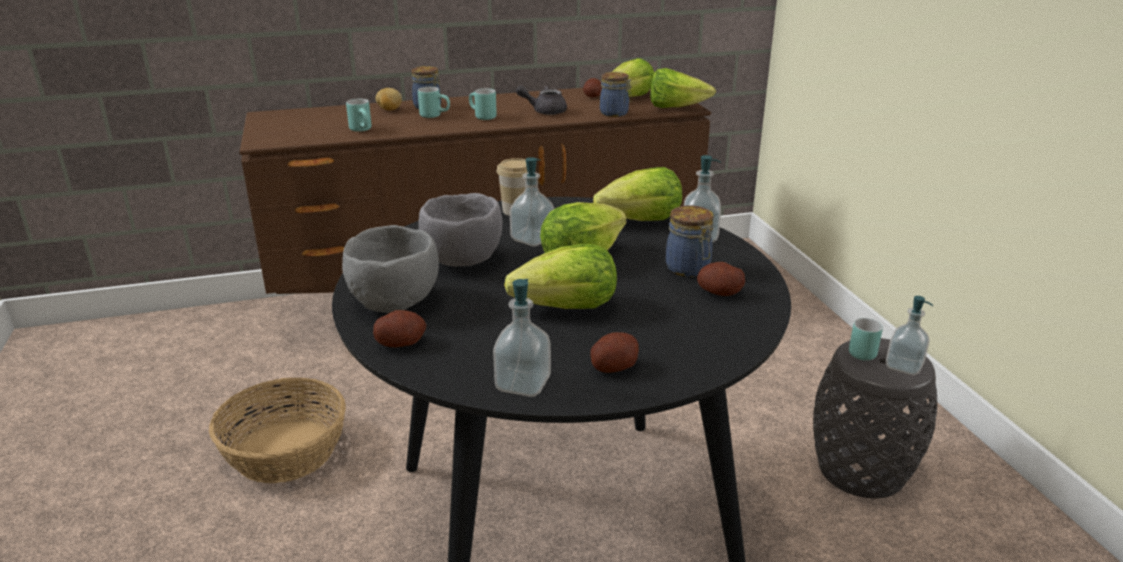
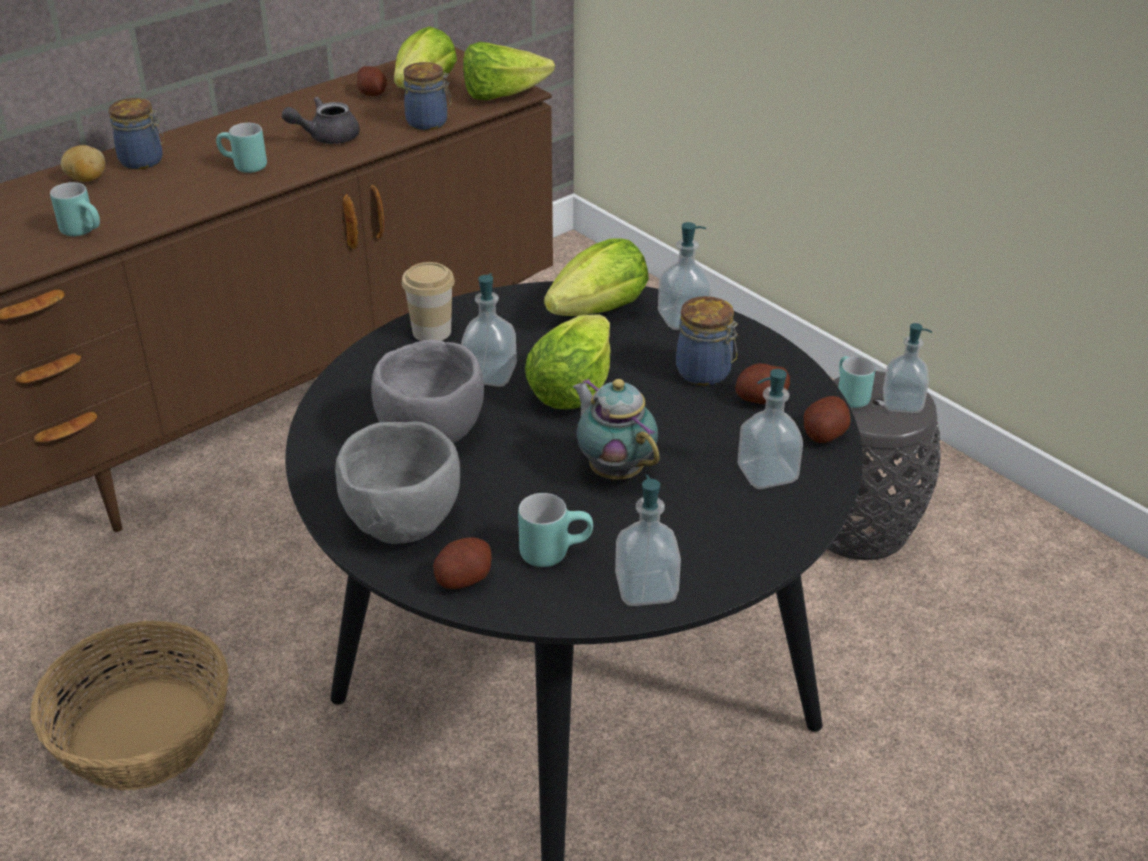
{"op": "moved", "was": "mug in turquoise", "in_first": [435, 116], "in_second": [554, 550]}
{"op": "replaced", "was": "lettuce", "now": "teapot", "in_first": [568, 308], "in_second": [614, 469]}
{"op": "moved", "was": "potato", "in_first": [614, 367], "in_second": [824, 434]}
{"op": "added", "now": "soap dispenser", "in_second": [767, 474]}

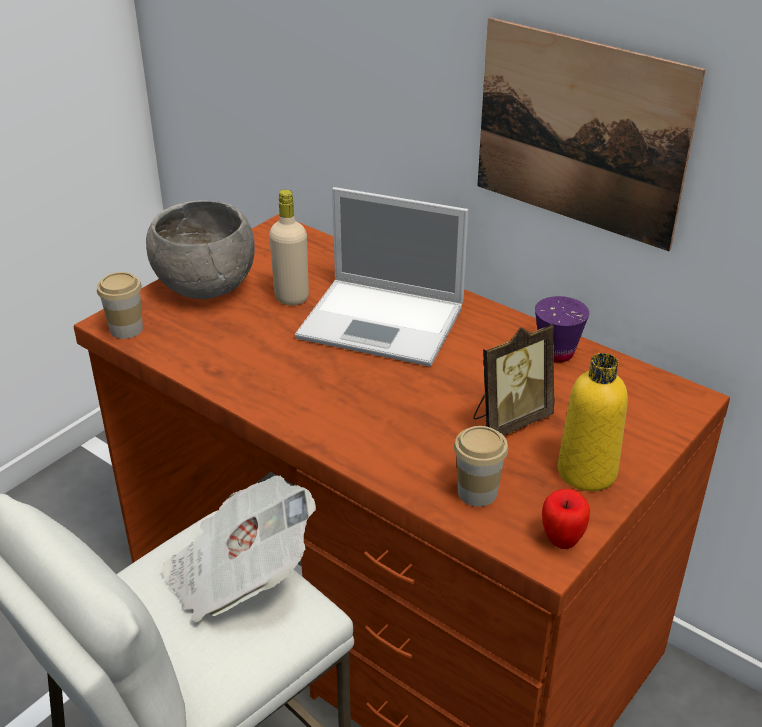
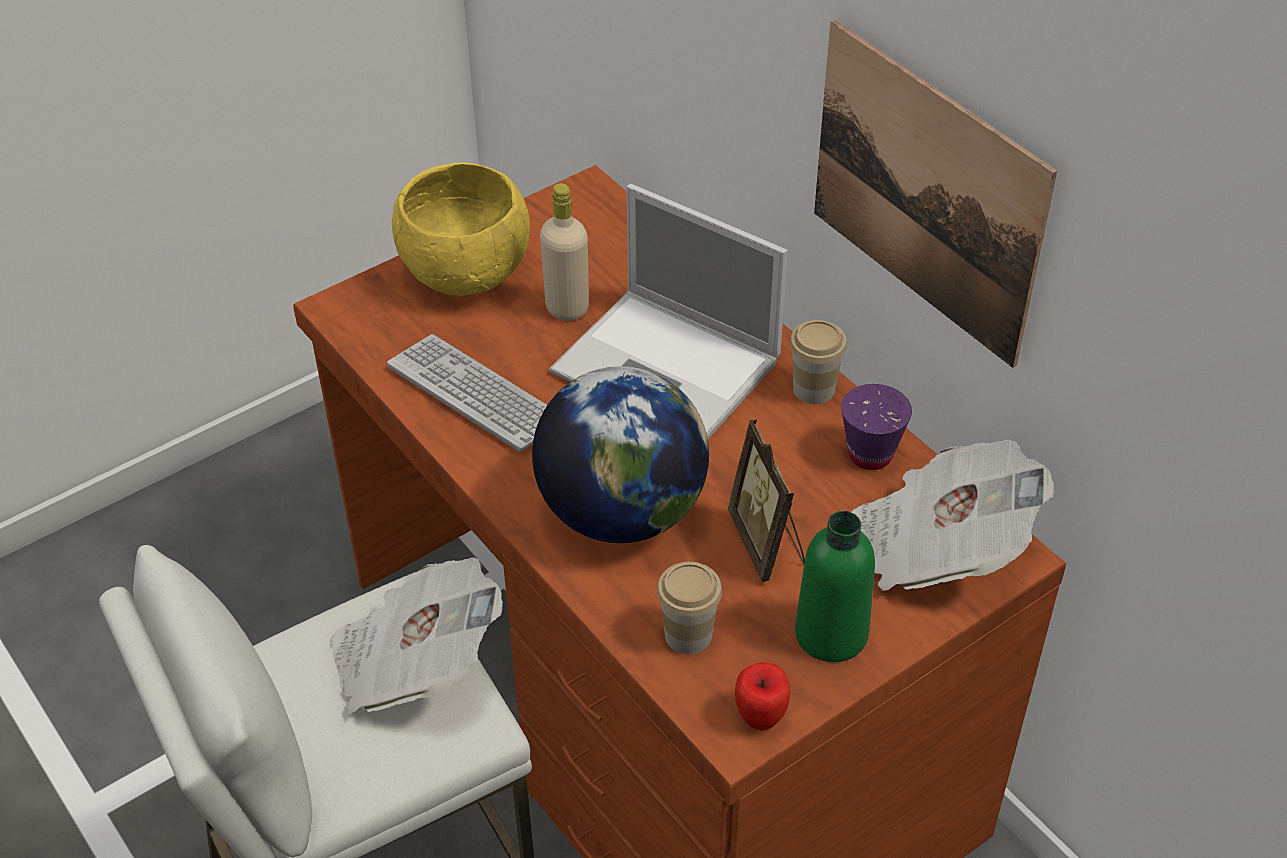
{"op": "moved", "was": "cup", "in_first": [126, 329], "in_second": [813, 389]}
{"op": "recoloured", "was": "bowl in grey", "now": "bowl in yellow", "in_first": [204, 288], "in_second": [464, 274]}
{"op": "turned", "was": "picture frame", "in_first": [509, 420], "in_second": [768, 543], "clockwise": 90}
{"op": "recoloured", "was": "bottle in yellow", "now": "bottle in green", "in_first": [587, 472], "in_second": [831, 634]}
{"op": "added", "now": "keyboard", "in_second": [475, 394]}
{"op": "added", "now": "globe", "in_second": [621, 512]}
{"op": "added", "now": "newspaper", "in_second": [939, 546]}

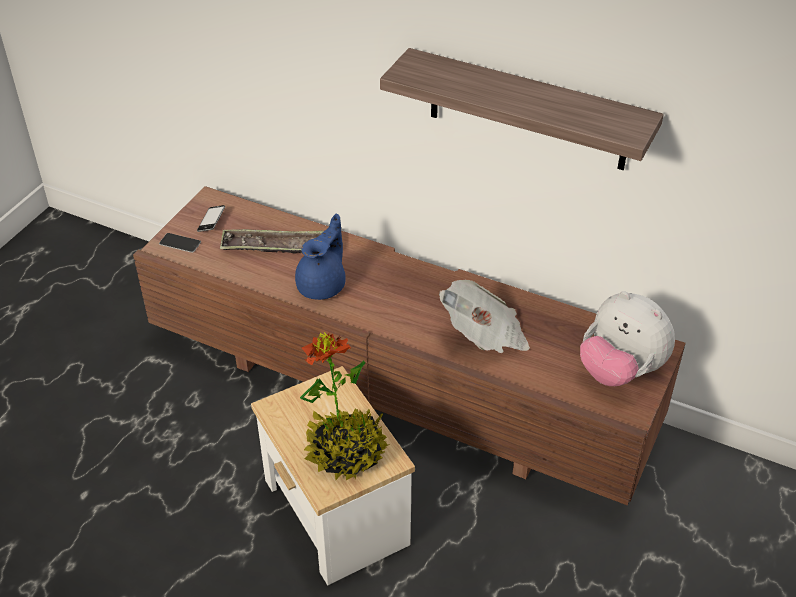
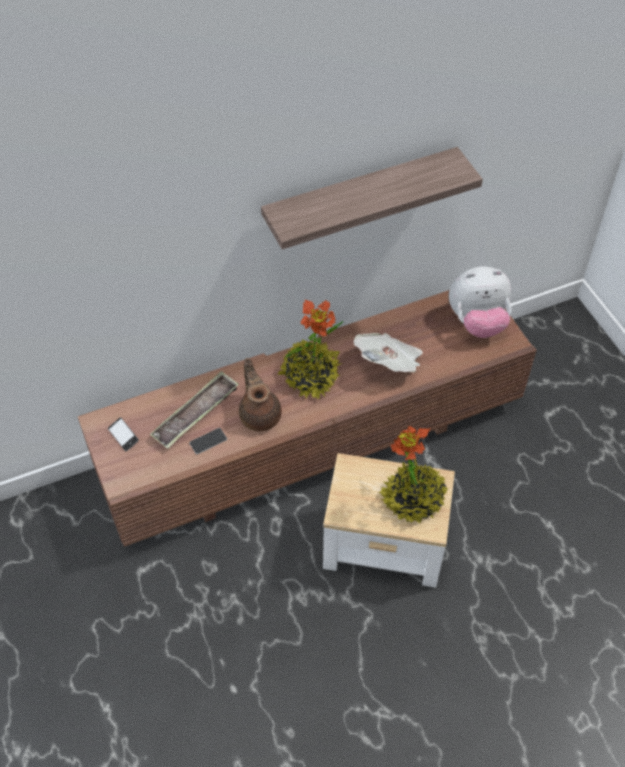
{"op": "moved", "was": "phone", "in_first": [180, 243], "in_second": [208, 441]}
{"op": "recoloured", "was": "teapot in blue", "now": "teapot in brown", "in_first": [323, 285], "in_second": [260, 414]}
{"op": "added", "now": "potted plant", "in_second": [310, 376]}

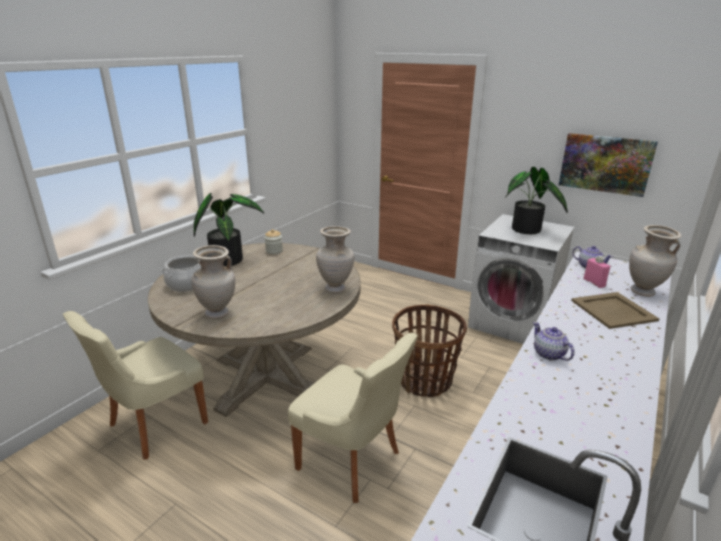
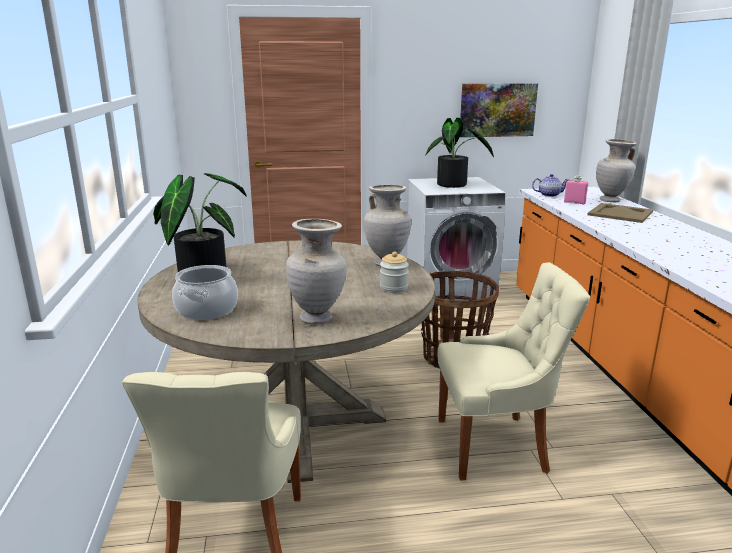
{"op": "moved", "was": "jar", "in_first": [274, 251], "in_second": [393, 288]}
{"op": "removed", "was": "teapot", "in_first": [549, 354]}

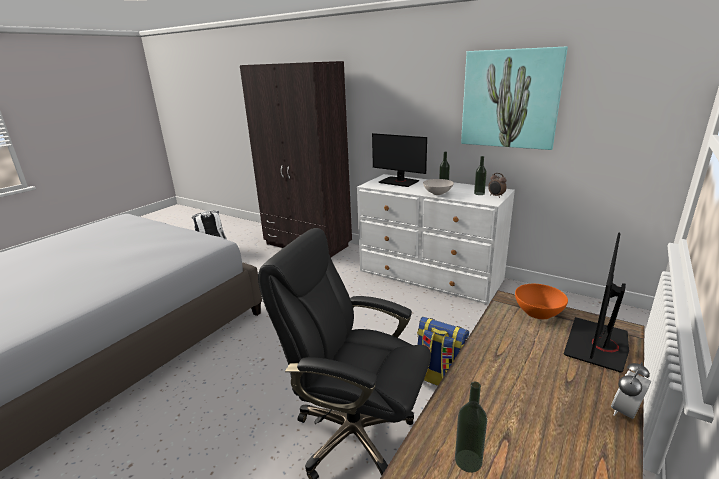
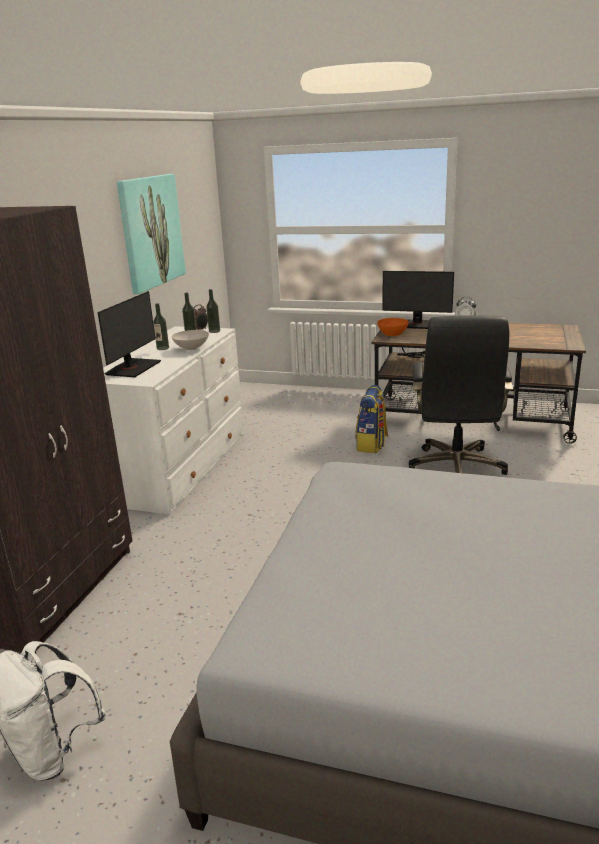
{"op": "moved", "was": "bottle", "in_first": [468, 460], "in_second": [214, 331]}

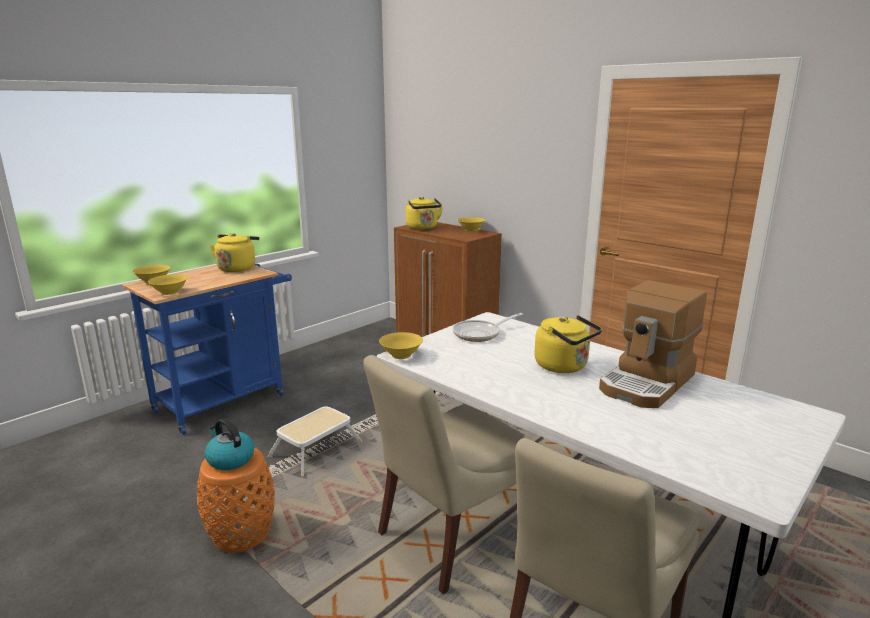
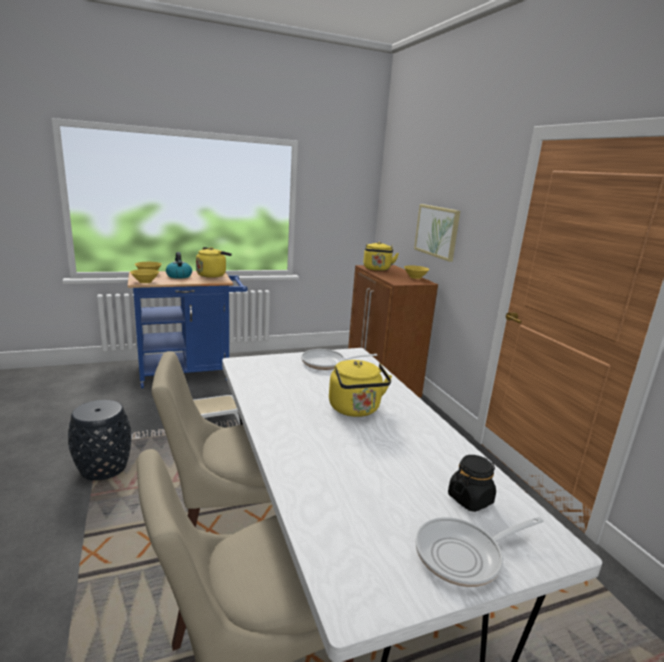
{"op": "recoloured", "was": "stool in orange", "now": "stool in black", "in_first": [241, 534], "in_second": [104, 468]}
{"op": "moved", "was": "kettle", "in_first": [230, 459], "in_second": [179, 276]}
{"op": "removed", "was": "bowl in yellow", "in_first": [401, 355]}
{"op": "removed", "was": "coffee machine", "in_first": [648, 383]}
{"op": "added", "now": "picture", "in_second": [437, 231]}
{"op": "added", "now": "frying pan", "in_second": [464, 555]}
{"op": "added", "now": "jar in black", "in_second": [470, 499]}

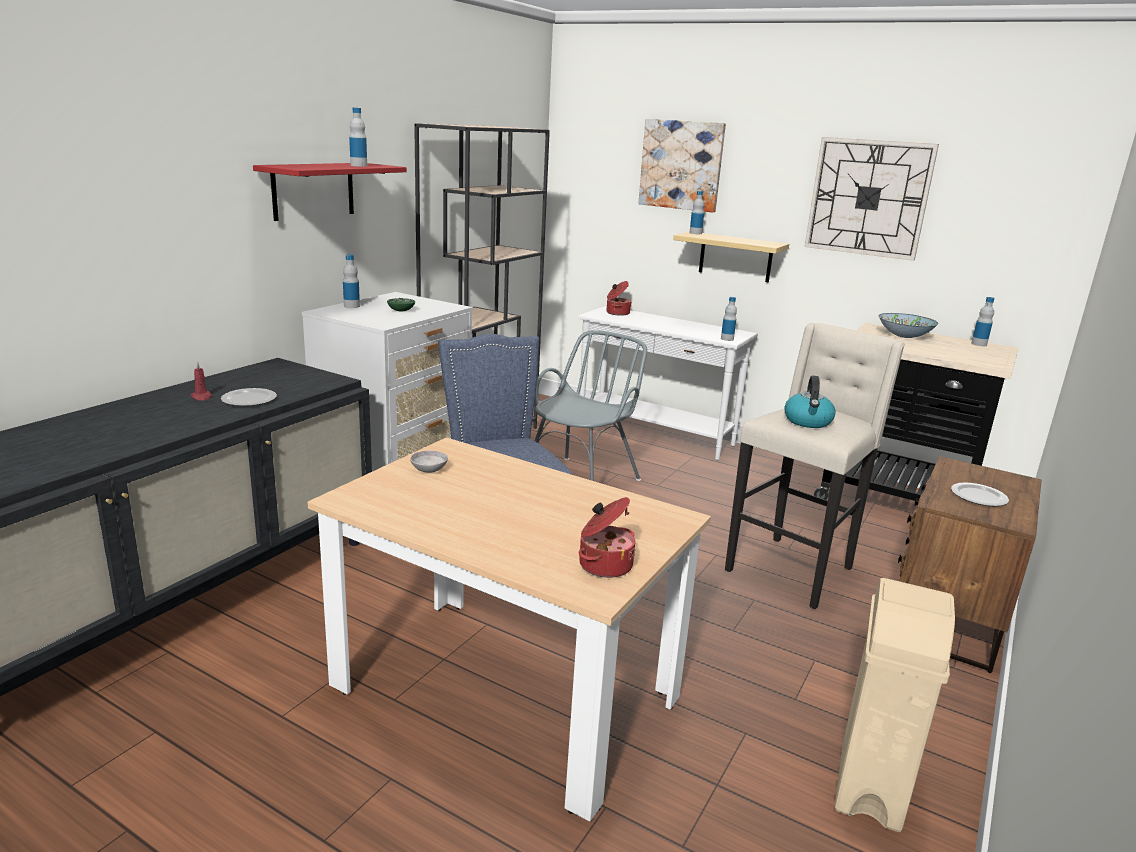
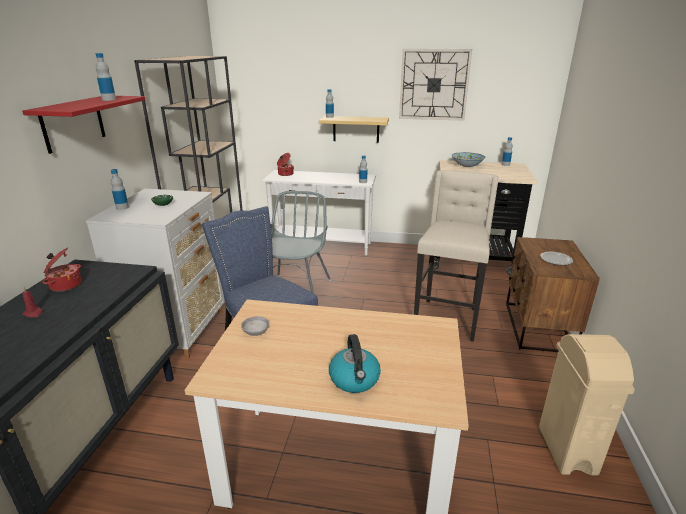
{"op": "removed", "was": "plate", "in_first": [249, 400]}
{"op": "moved", "was": "cooking pot", "in_first": [604, 564], "in_second": [65, 285]}
{"op": "removed", "was": "picture", "in_first": [681, 165]}
{"op": "moved", "was": "kettle", "in_first": [808, 421], "in_second": [355, 379]}

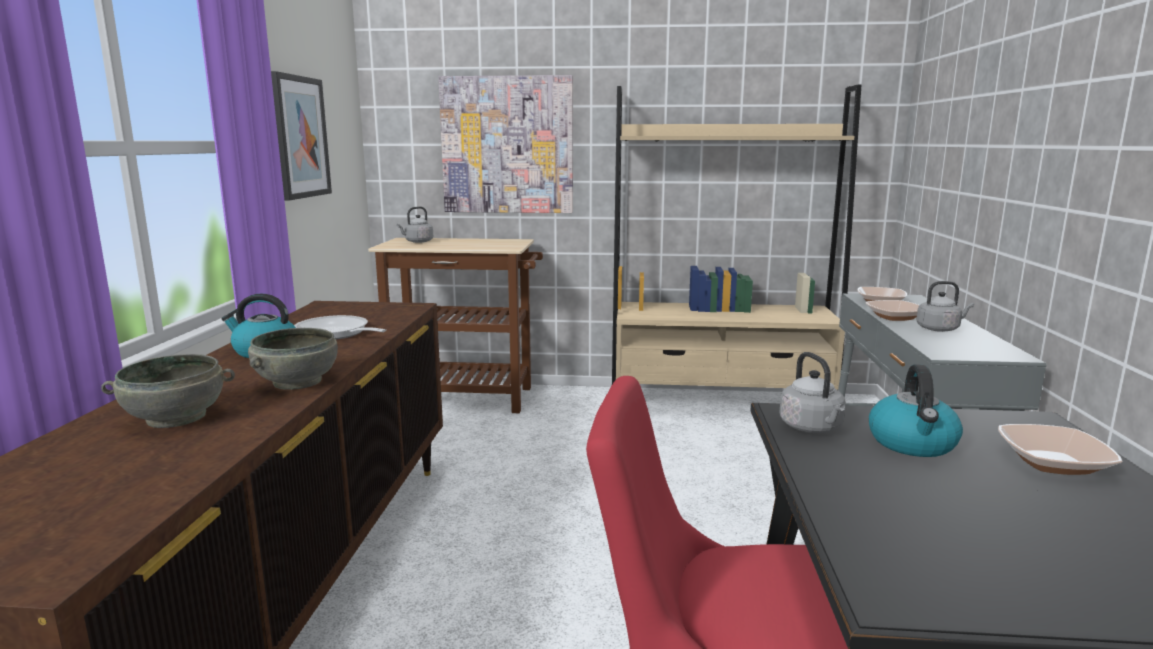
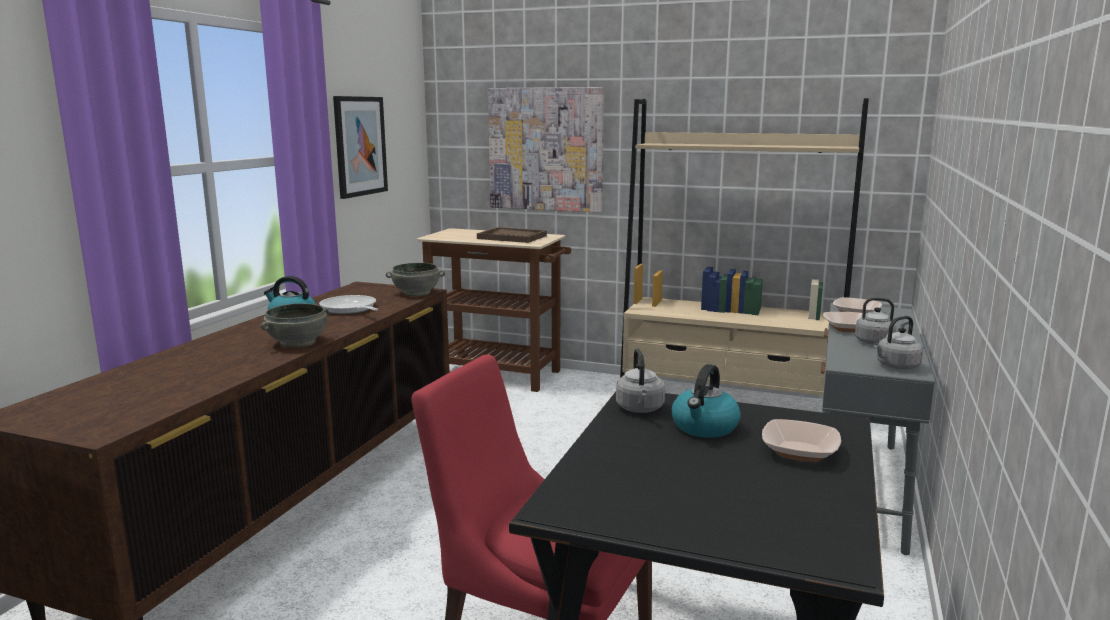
{"op": "moved", "was": "bowl in grey", "in_first": [176, 417], "in_second": [416, 293]}
{"op": "moved", "was": "kettle in grey", "in_first": [417, 242], "in_second": [896, 366]}
{"op": "added", "now": "tray in brown", "in_second": [512, 237]}

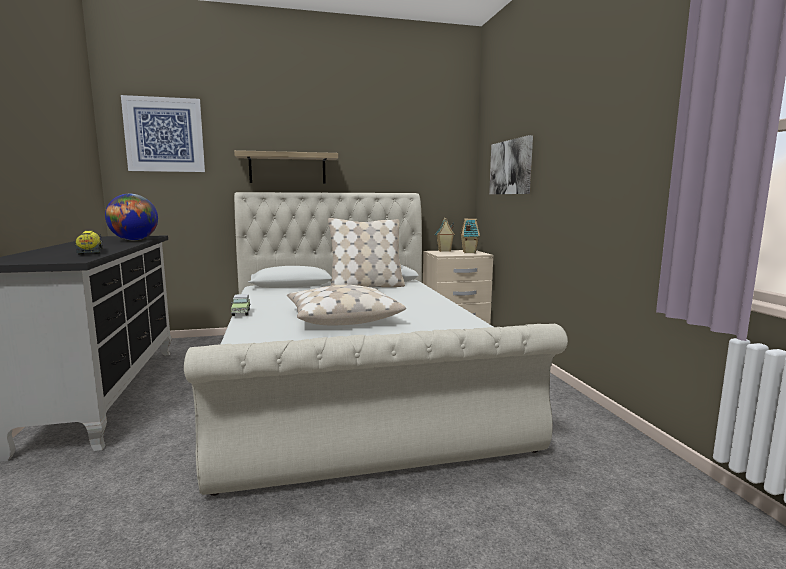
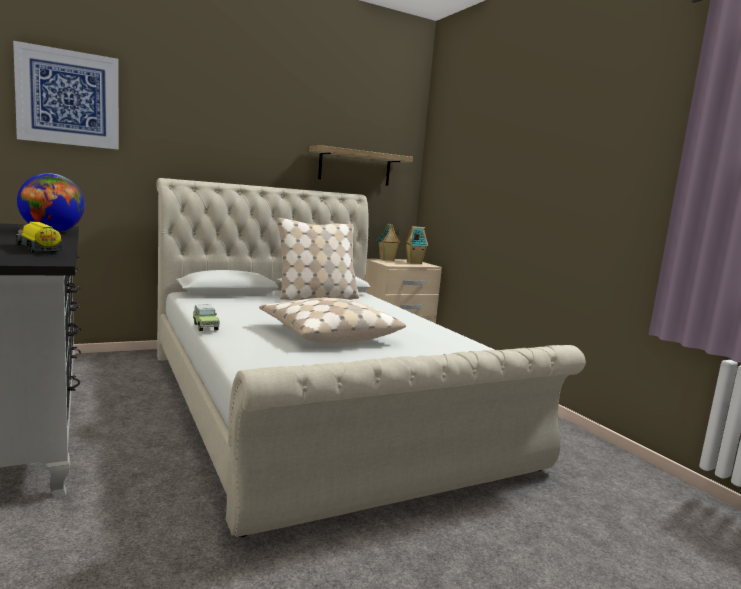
{"op": "moved", "was": "shelf", "in_first": [287, 168], "in_second": [355, 167]}
{"op": "removed", "was": "picture", "in_first": [511, 167]}

